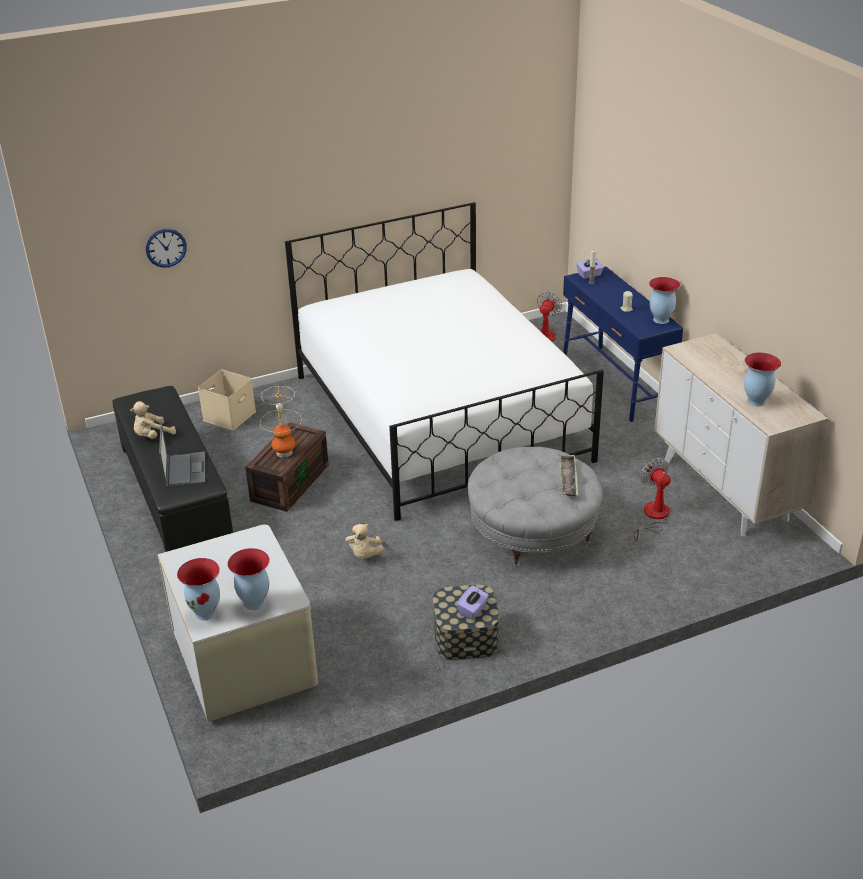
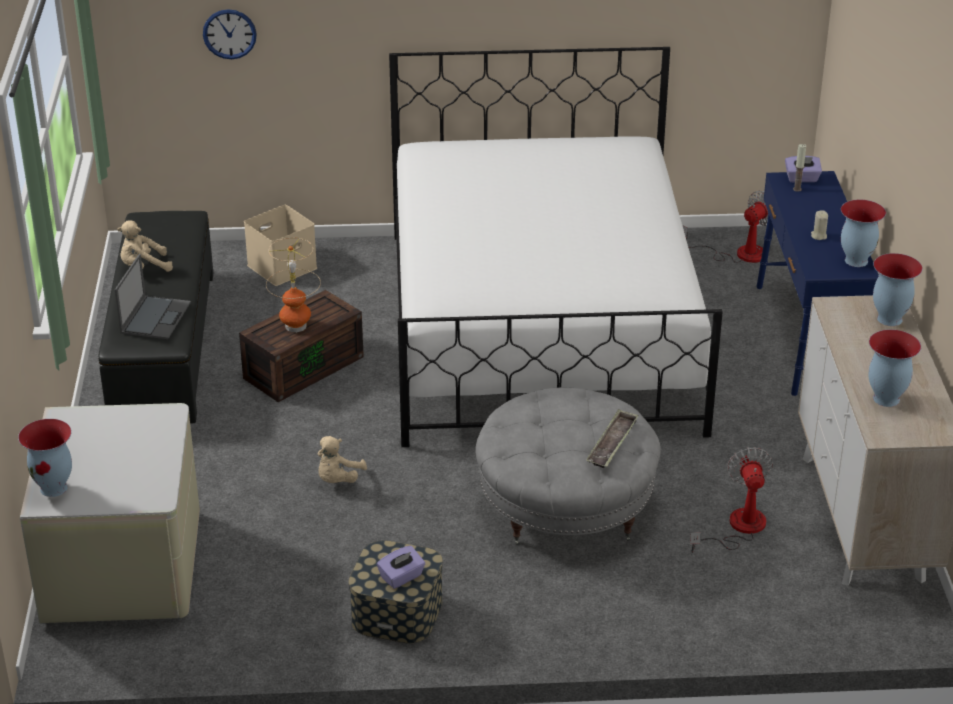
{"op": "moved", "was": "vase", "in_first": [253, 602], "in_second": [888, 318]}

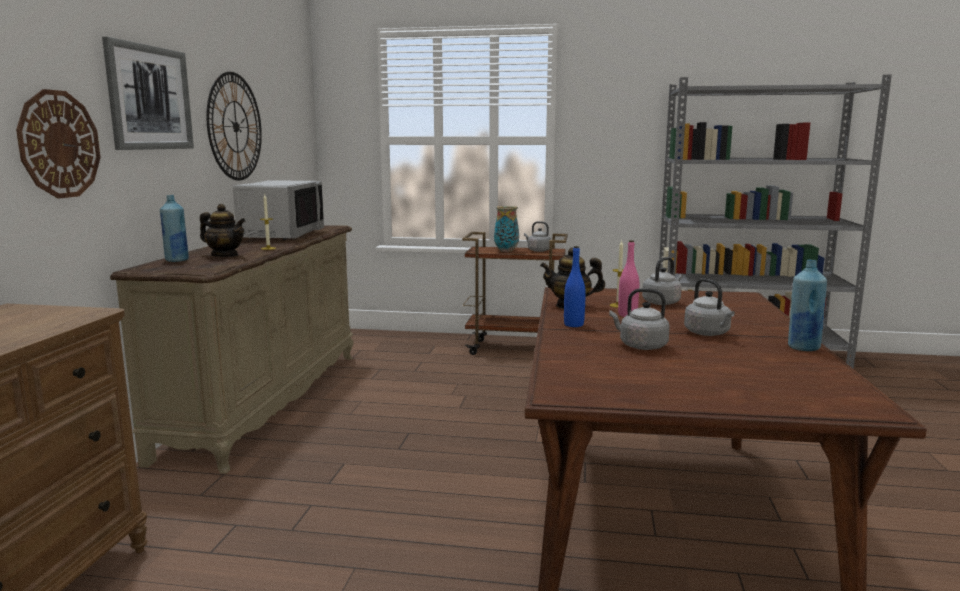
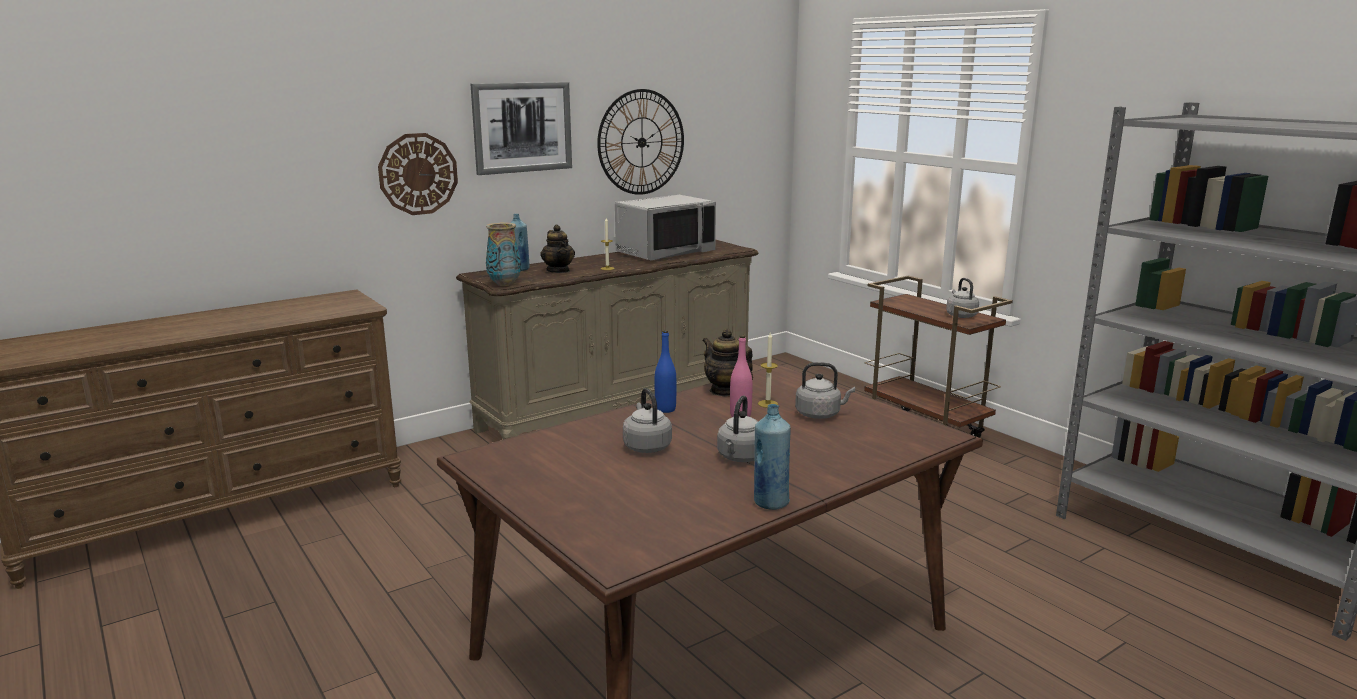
{"op": "moved", "was": "vase", "in_first": [506, 251], "in_second": [505, 284]}

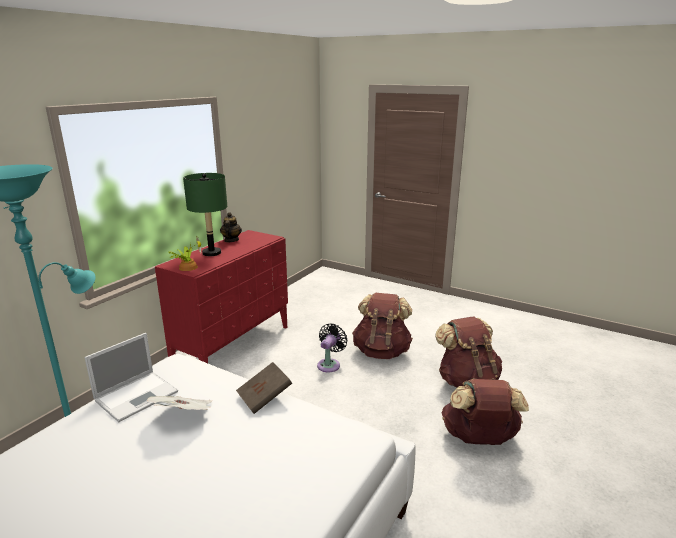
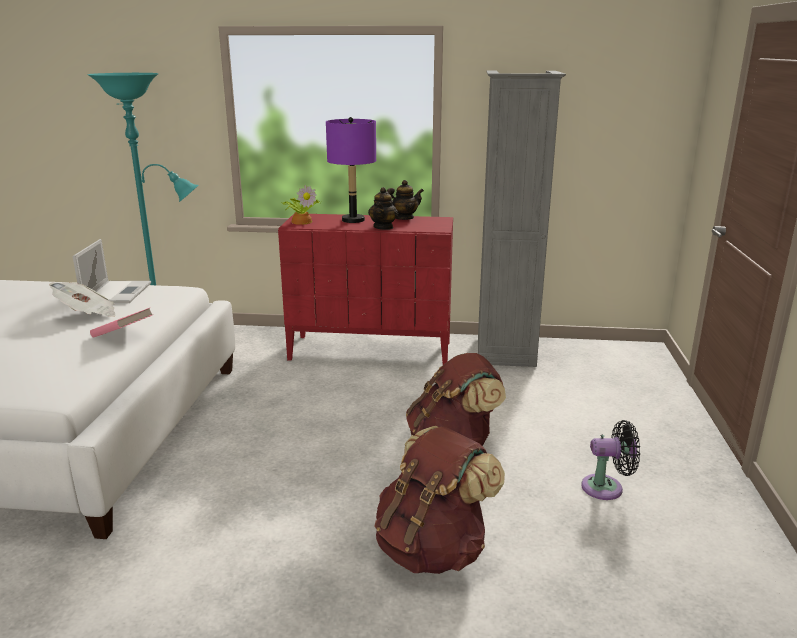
{"op": "turned", "was": "laptop", "in_first": [137, 395], "in_second": [117, 292], "clockwise": -105}
{"op": "recoloured", "was": "table lamp in green", "now": "table lamp in purple", "in_first": [211, 253], "in_second": [353, 220]}
{"op": "recoloured", "was": "book in brown", "now": "book in pink", "in_first": [264, 398], "in_second": [123, 335]}
{"op": "moved", "was": "fan in black", "in_first": [330, 364], "in_second": [606, 488]}
{"op": "removed", "was": "backpack in brown", "in_first": [479, 439]}
{"op": "added", "now": "teapot", "in_second": [383, 227]}
{"op": "added", "now": "cabinet in grey", "in_second": [506, 351]}

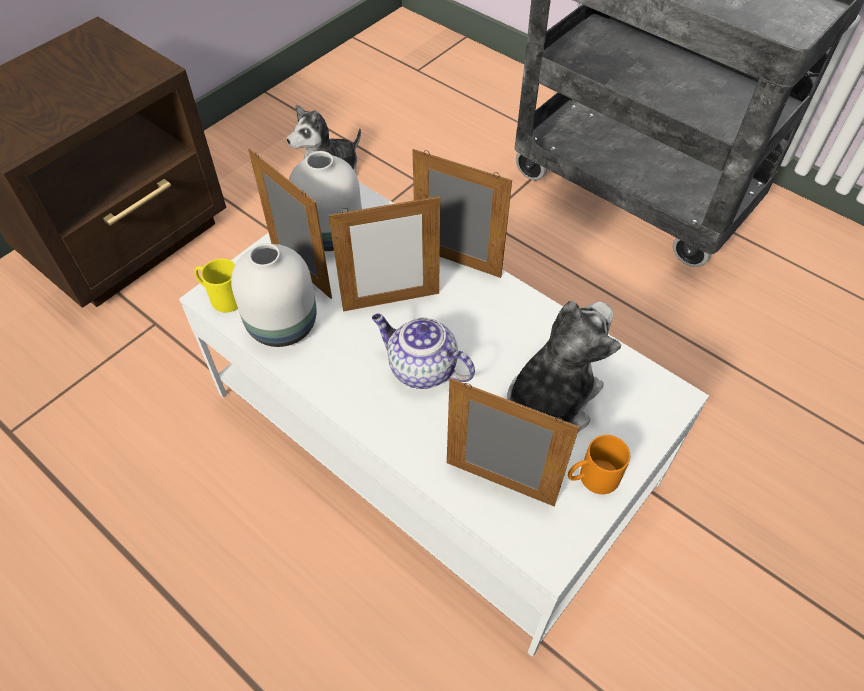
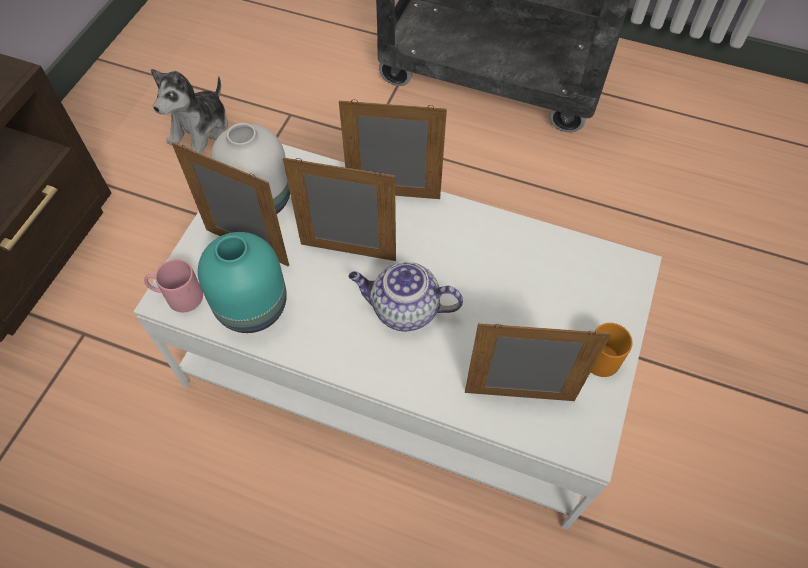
{"op": "recoloured", "was": "mug in yellow", "now": "mug in pink", "in_first": [221, 297], "in_second": [177, 297]}
{"op": "recoloured", "was": "vase in white", "now": "vase in turquoise", "in_first": [284, 325], "in_second": [254, 306]}
{"op": "turned", "was": "picture frame", "in_first": [391, 301], "in_second": [348, 252], "clockwise": -135}
{"op": "removed", "was": "plush toy", "in_first": [551, 400]}

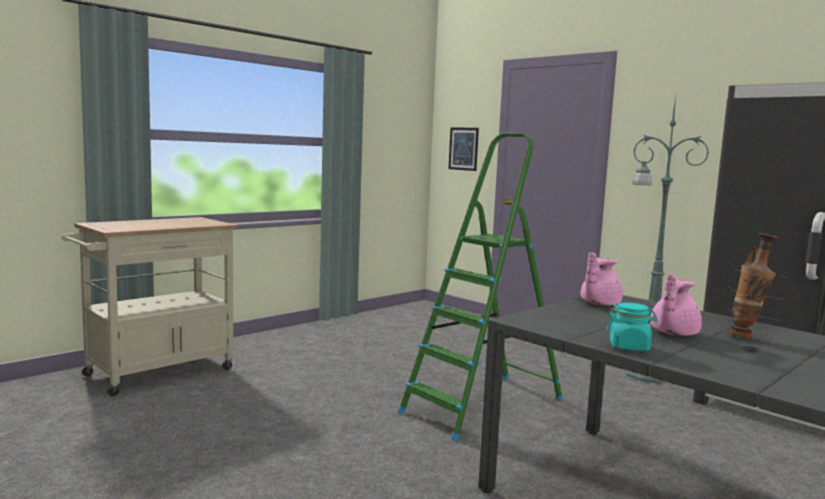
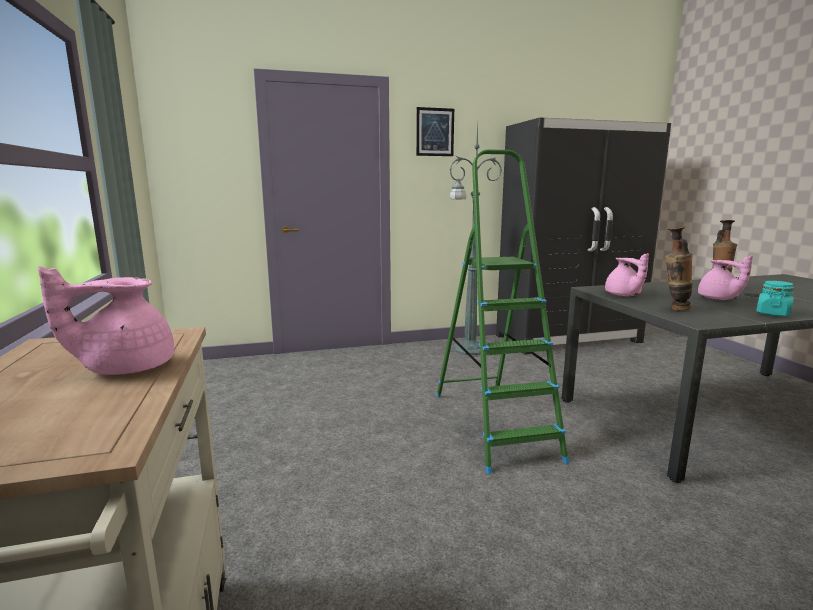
{"op": "moved", "was": "picture", "in_first": [463, 148], "in_second": [435, 132]}
{"op": "added", "now": "teapot in pink", "in_second": [126, 368]}
{"op": "added", "now": "vase", "in_second": [673, 309]}

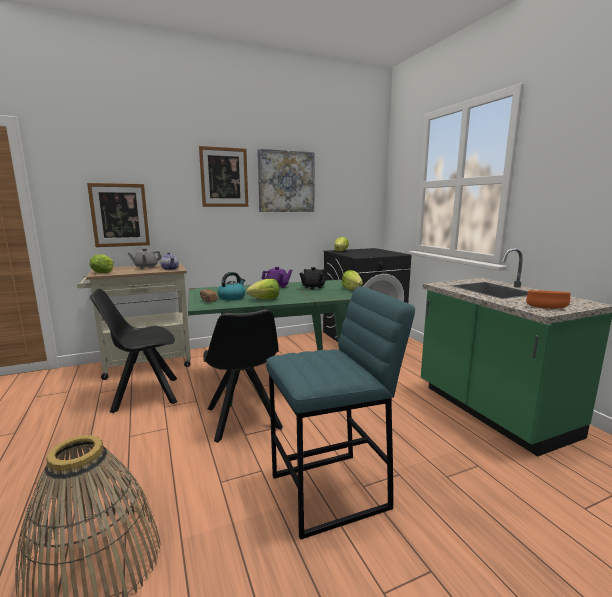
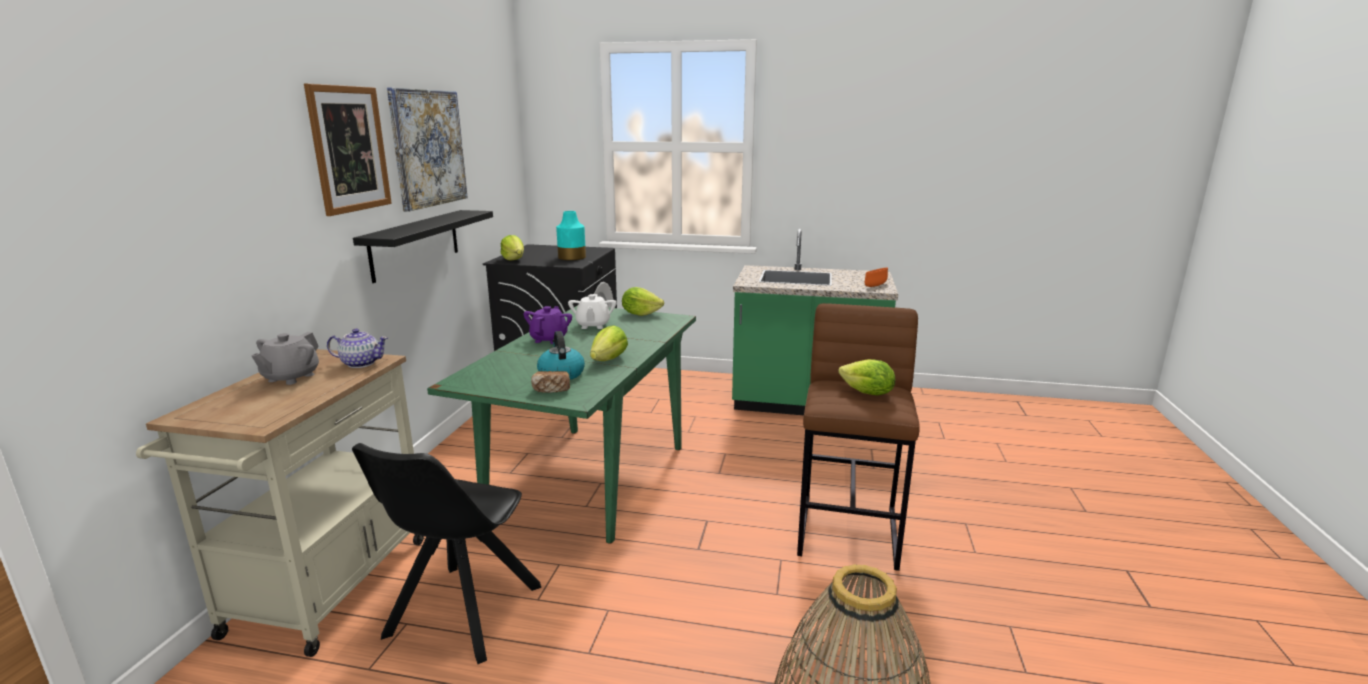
{"op": "removed", "was": "picture", "in_first": [120, 215]}
{"op": "moved", "was": "lettuce", "in_first": [103, 273], "in_second": [867, 393]}
{"op": "removed", "was": "chair in black", "in_first": [243, 419]}
{"op": "recoloured", "was": "stool in turquoise", "now": "stool in brown", "in_first": [332, 490], "in_second": [848, 529]}
{"op": "recoloured", "was": "teapot in black", "now": "teapot in white", "in_first": [313, 287], "in_second": [593, 325]}
{"op": "added", "now": "shelf in black", "in_second": [415, 244]}
{"op": "added", "now": "vase in turquoise", "in_second": [571, 257]}

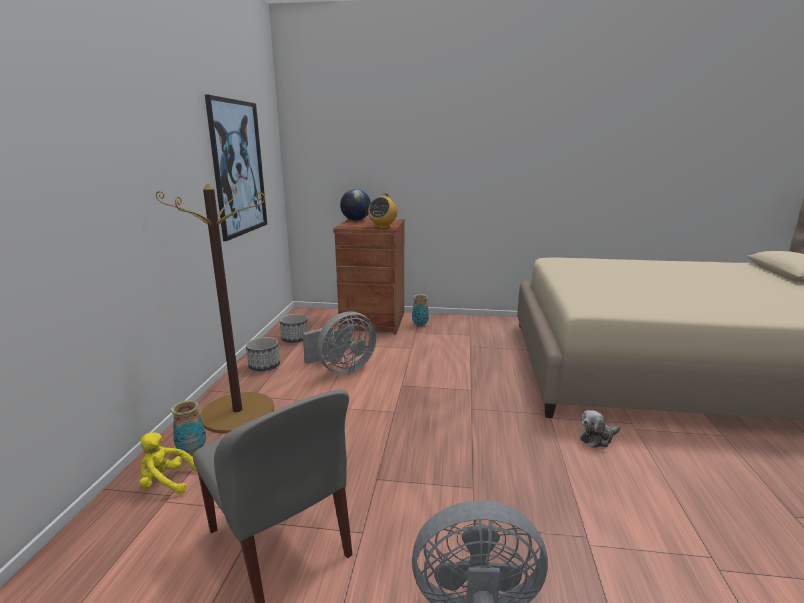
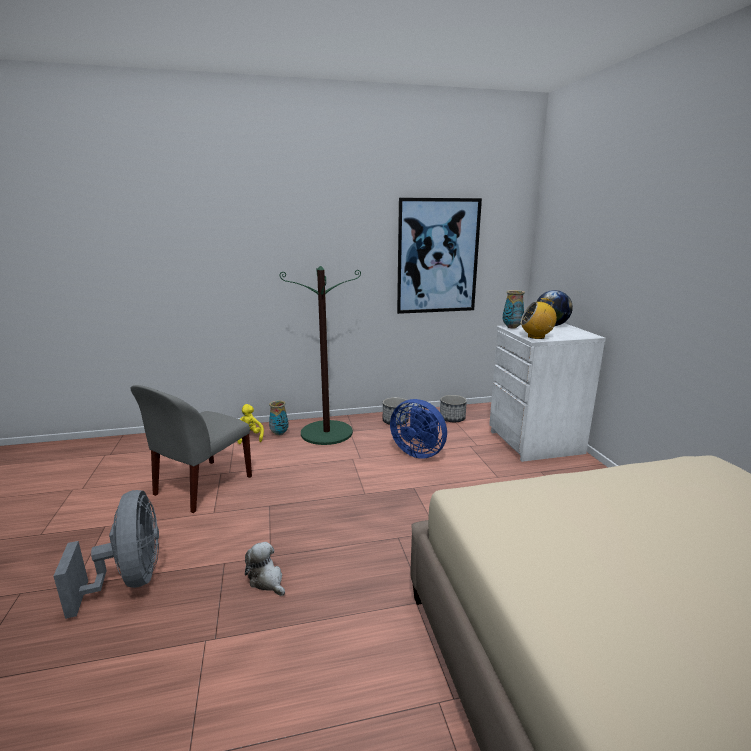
{"op": "recoloured", "was": "clothes rack in brown", "now": "clothes rack in green", "in_first": [237, 412], "in_second": [327, 432]}
{"op": "recoloured", "was": "fan in grey", "now": "fan in blue", "in_first": [342, 369], "in_second": [418, 452]}
{"op": "recoloured", "was": "dresser in brown", "now": "dresser in white", "in_first": [374, 321], "in_second": [536, 443]}
{"op": "moved", "was": "vase", "in_first": [420, 325], "in_second": [512, 327]}
{"op": "moved", "was": "plush toy", "in_first": [597, 438], "in_second": [267, 580]}

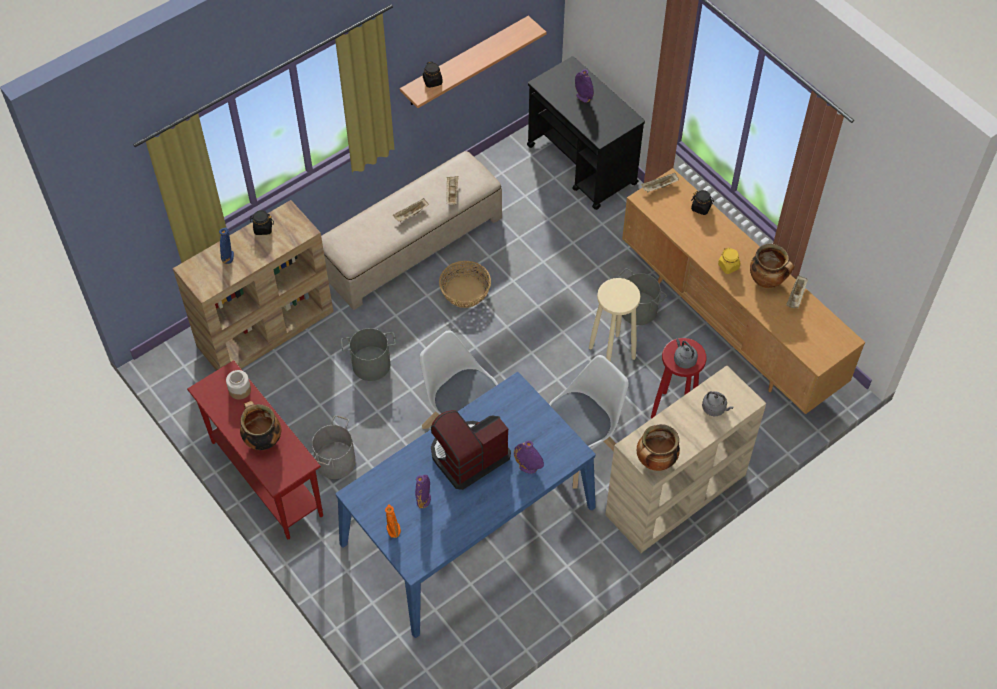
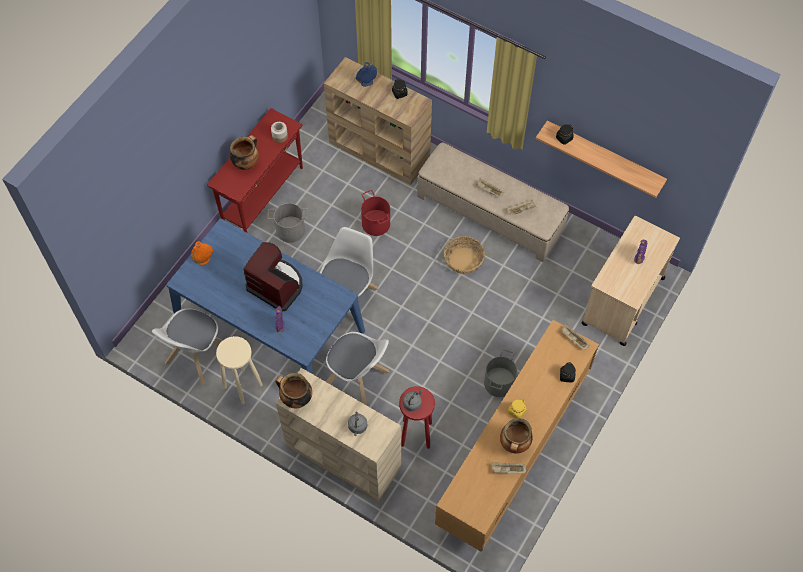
{"op": "recoloured", "was": "bucket in grey", "now": "bucket in red", "in_first": [371, 364], "in_second": [376, 223]}
{"op": "removed", "was": "vase in purple", "in_first": [423, 500]}
{"op": "recoloured", "was": "cart in black", "now": "cart in beige", "in_first": [582, 165], "in_second": [622, 301]}
{"op": "moved", "was": "stool in beige", "in_first": [611, 352], "in_second": [243, 385]}
{"op": "added", "now": "chair", "in_second": [196, 356]}

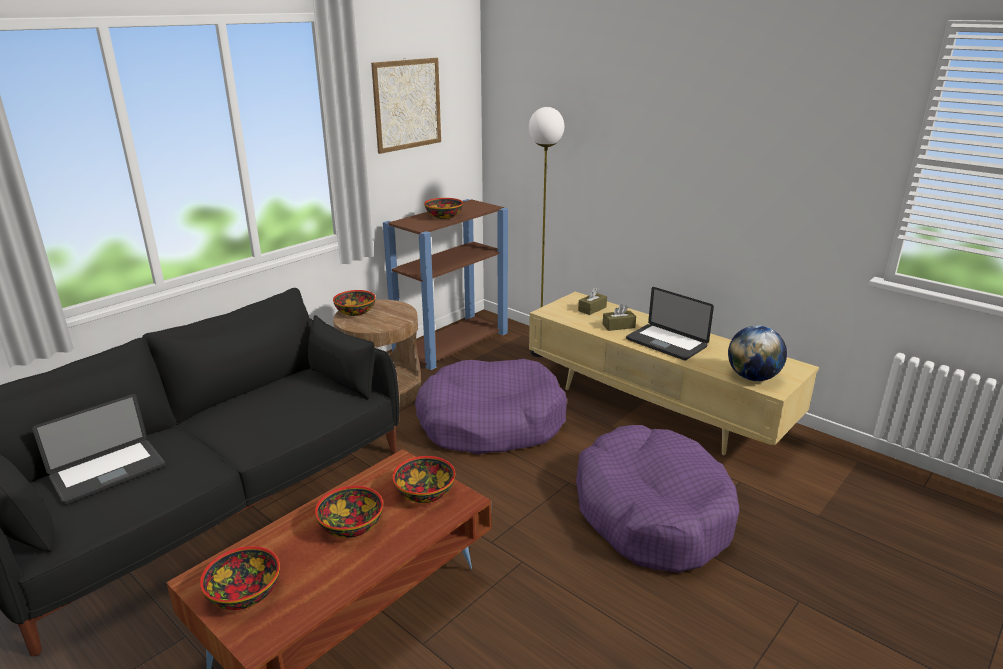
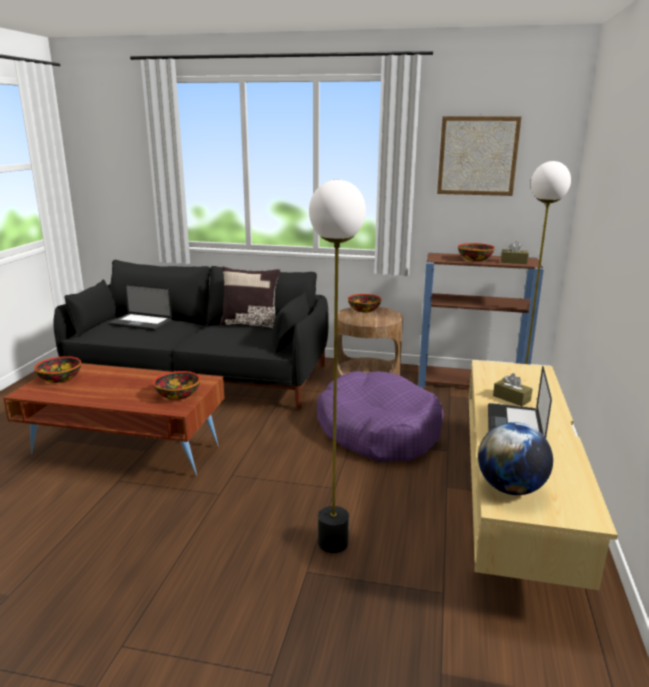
{"op": "removed", "was": "bowl", "in_first": [351, 526]}
{"op": "replaced", "was": "dog bed in purple", "now": "floor lamp", "in_first": [651, 513], "in_second": [333, 543]}
{"op": "moved", "was": "tissue box in brown", "in_first": [592, 309], "in_second": [513, 262]}
{"op": "added", "now": "pillow", "in_second": [251, 324]}

